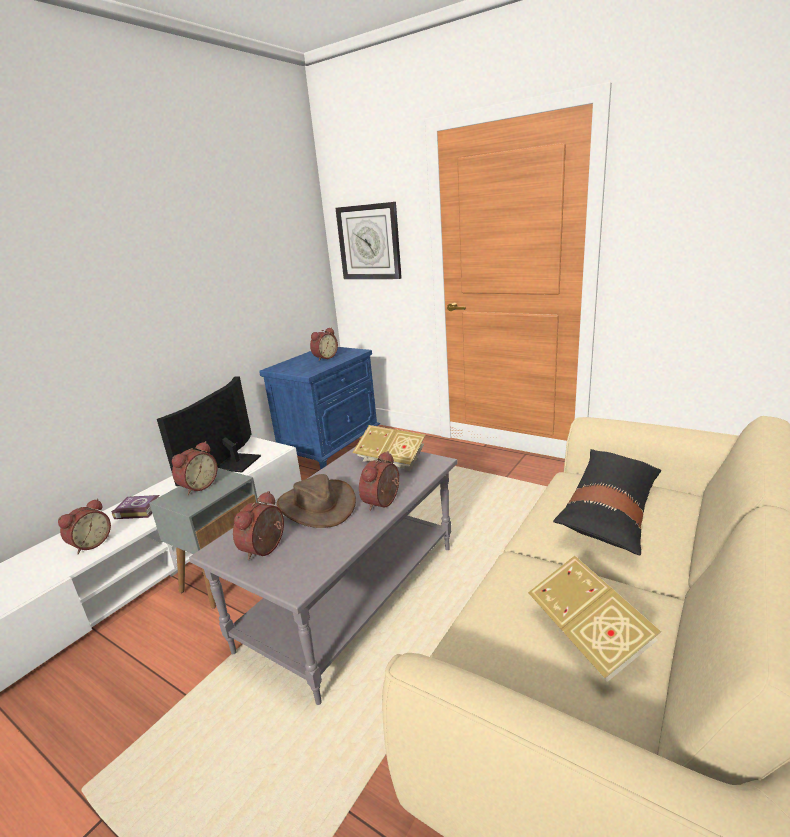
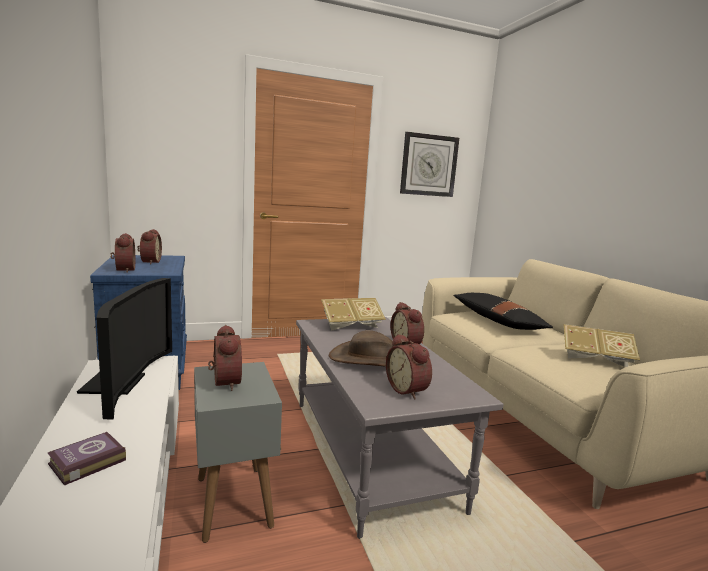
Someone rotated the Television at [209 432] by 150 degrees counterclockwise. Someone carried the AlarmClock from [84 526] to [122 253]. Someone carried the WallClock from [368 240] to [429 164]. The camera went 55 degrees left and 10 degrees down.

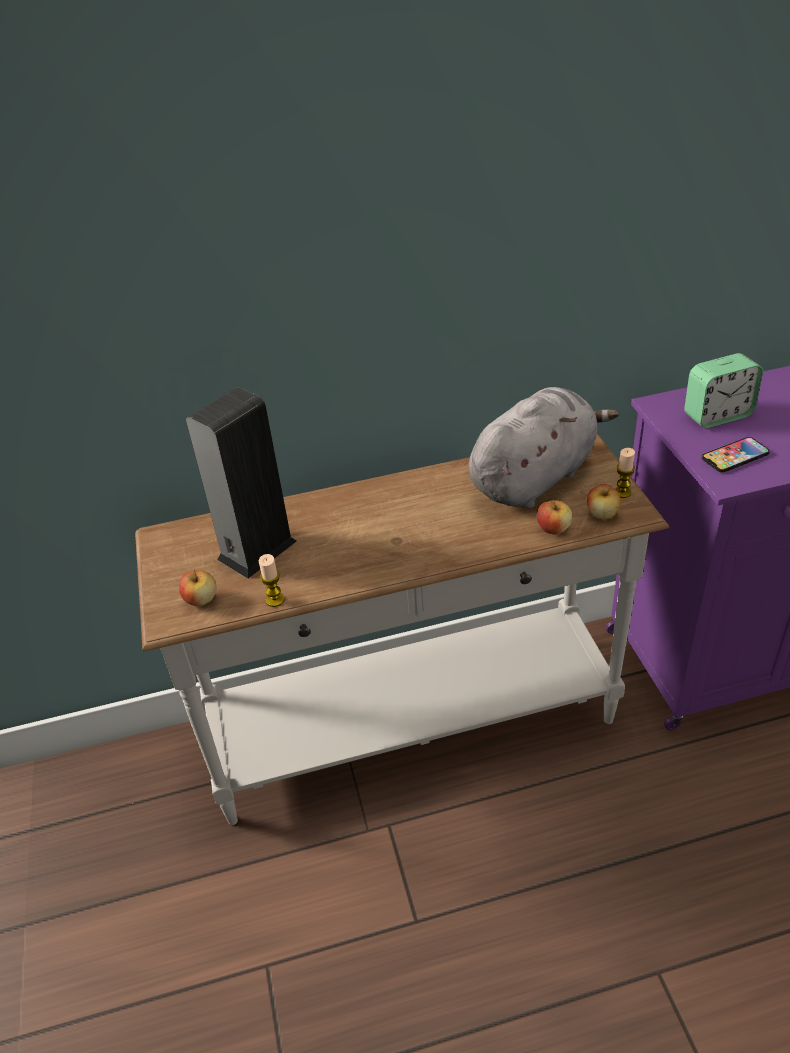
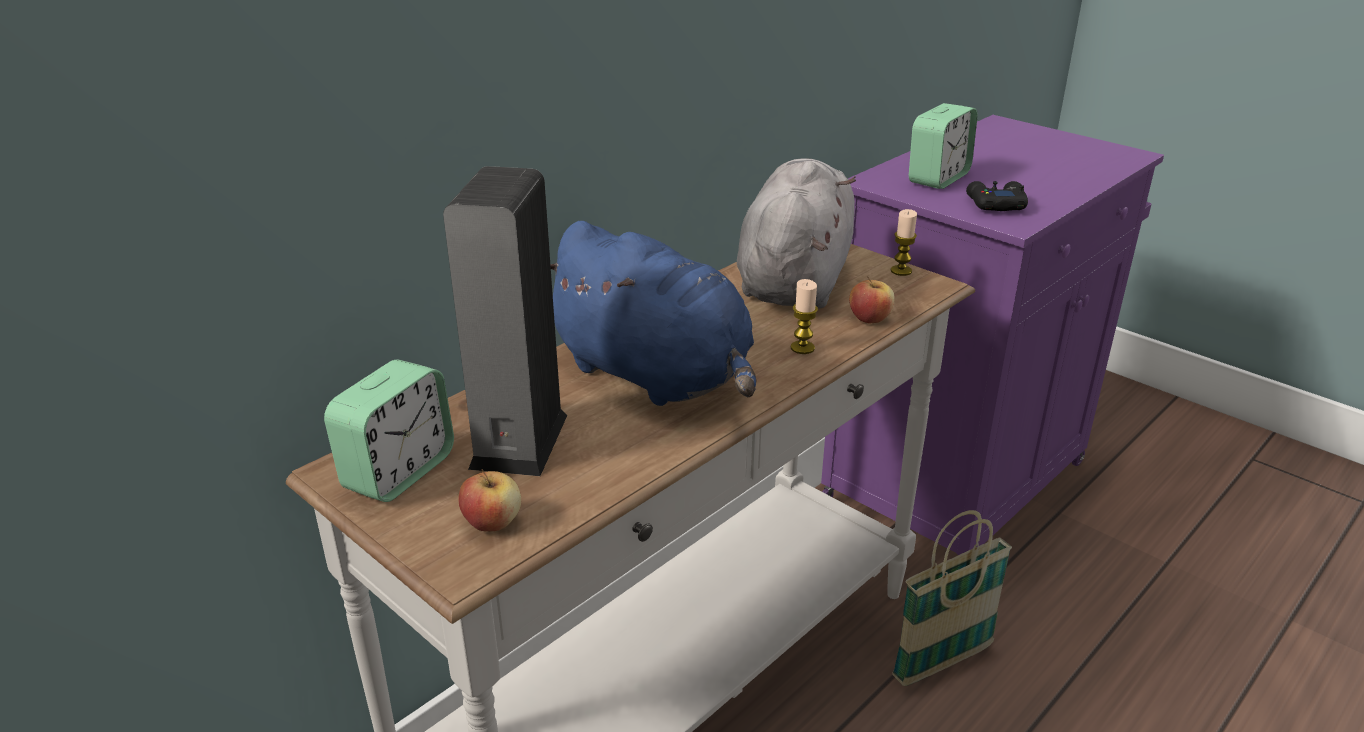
Someone put down the AlarmClock at [389 430]. Someone put down the BluePlushToy at [653 313]. Someone carried the Candle from [272 580] to [804 316]. Someone put down the Basket at [952 598]. Someone swapped the Phone at [736 455] for the BlackGameController at [997 196]. Someone took away the Apple at [604 502]. The camera went 35 degrees left and 10 degrees down.

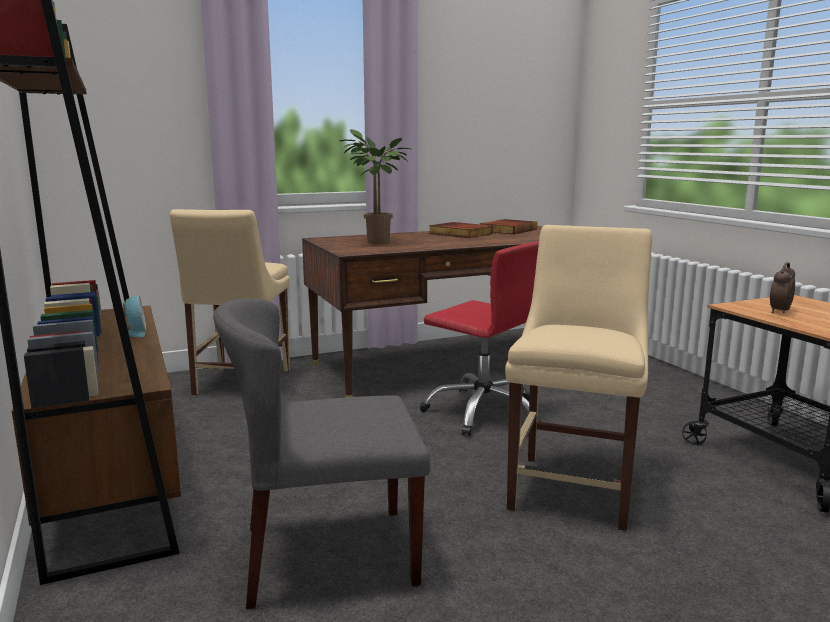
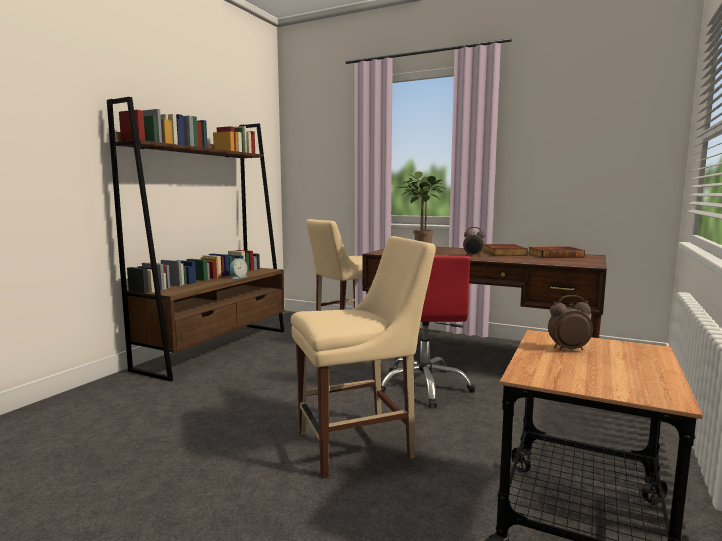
Someone put down the AlarmClock at [474 241]. Someone took away the GreyChair at [321 454]. The camera went 50 degrees right and 5 degrees down.

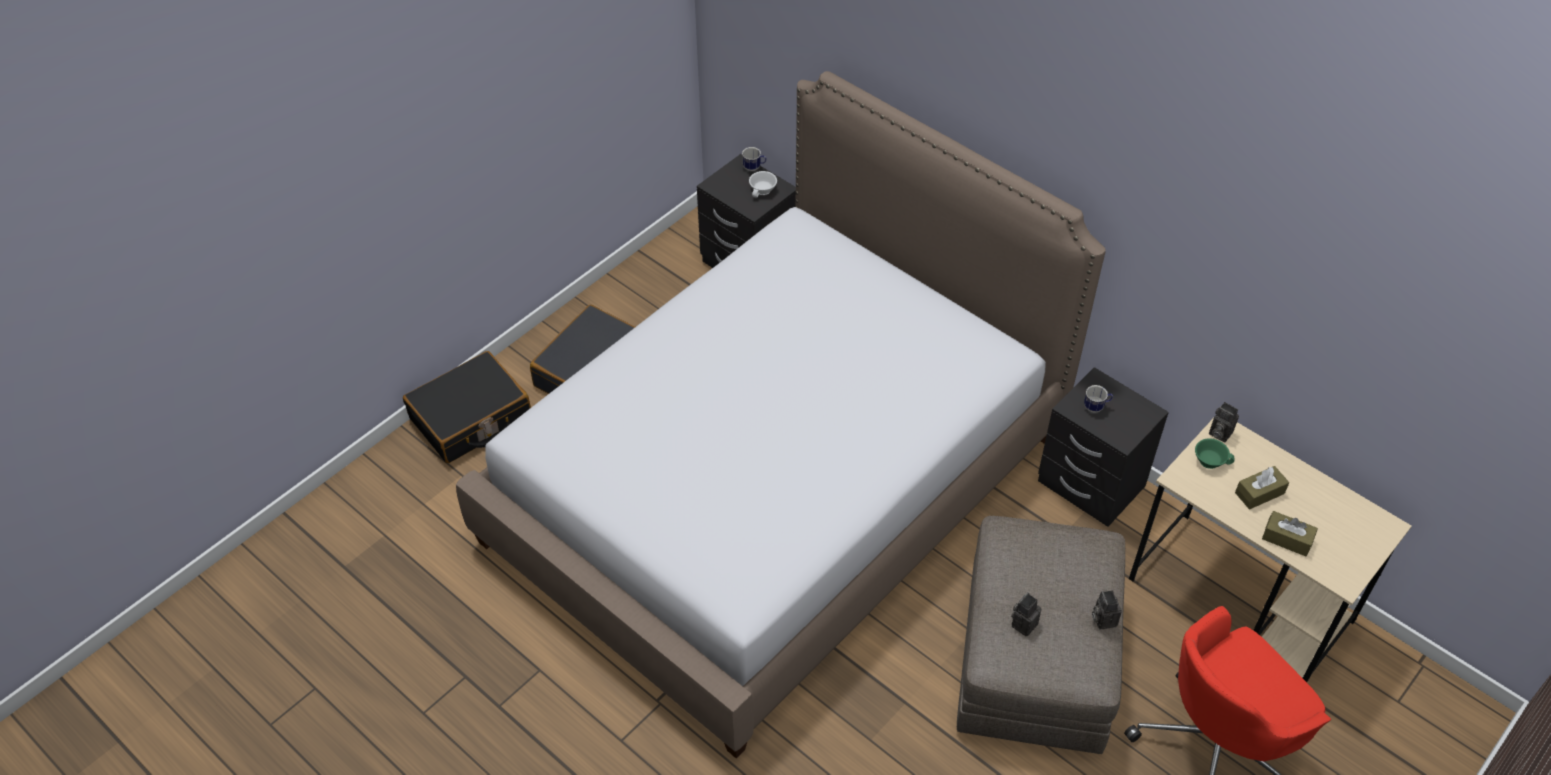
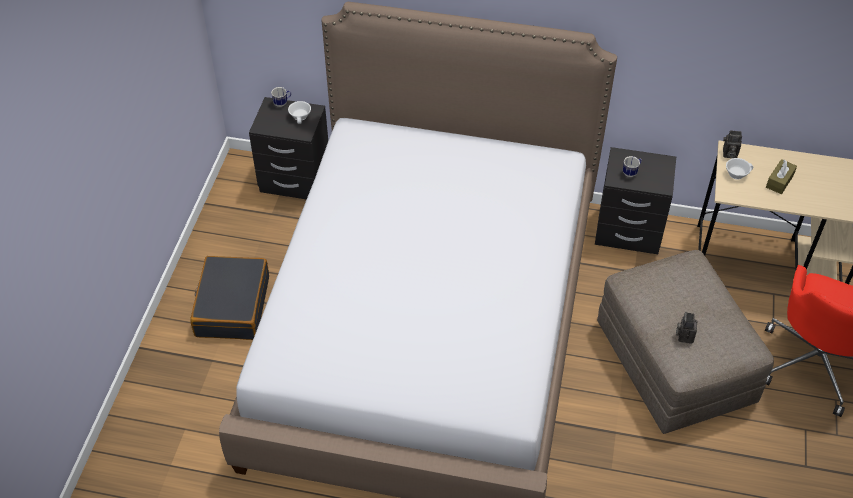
Someone repainted the GreenCup at [1214 453], which became the WhiteCup at [739 168]. Someone took away the BlackSuitcase at [467 407]. Someone took away the PhotoCamera at [1107 610]. Someone took away the BrownTissueBox at [1290 533]. The camera went 30 degrees left and 0 degrees up.

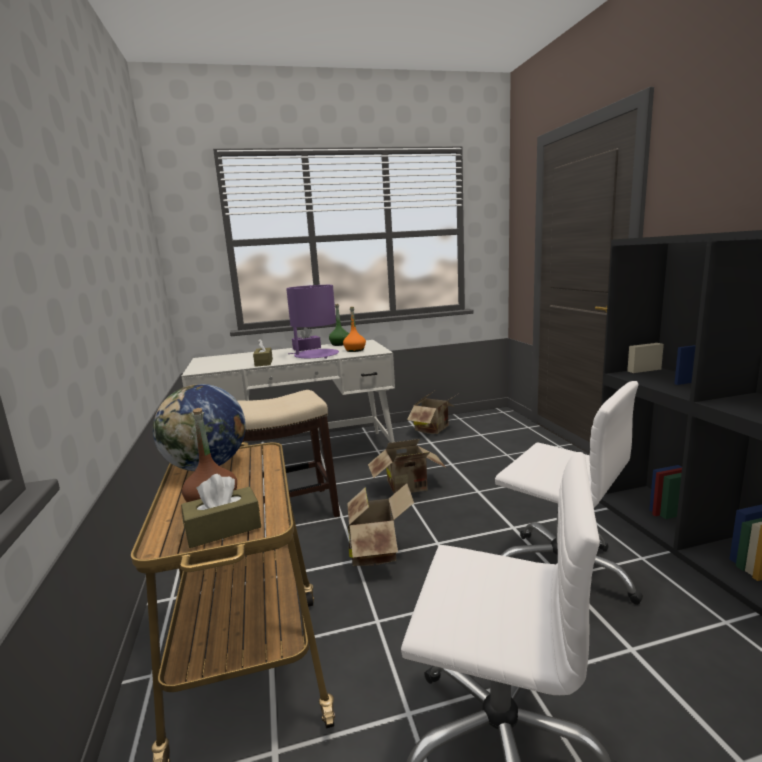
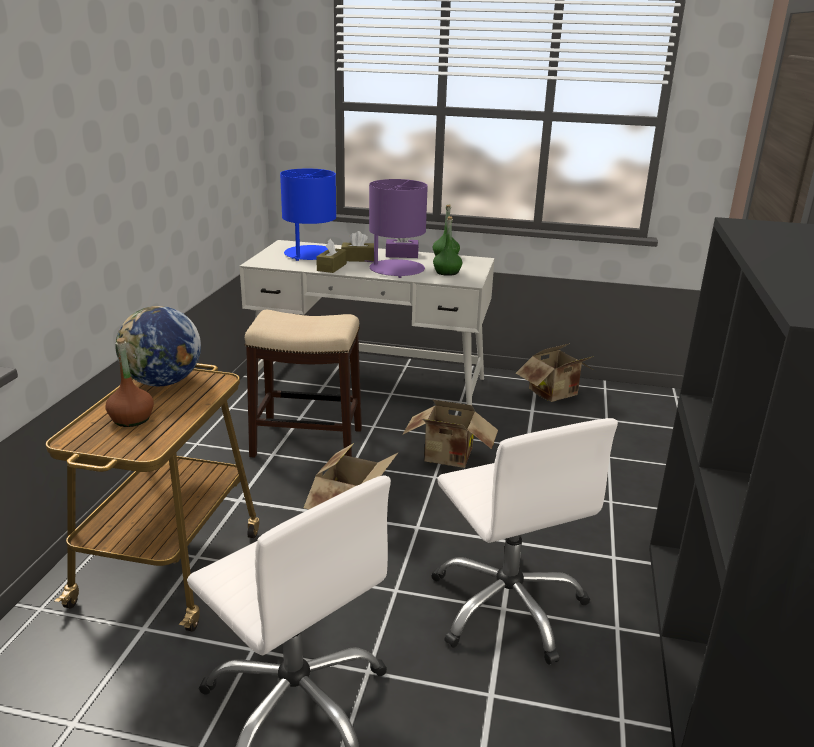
Someone put down the BlueTableLamp at [308 215]. Someone carried the BrownTissueBox from [221 511] to [357 246]. Someone repainted the OrangeBottle at [354 329], which became the GreenBottle at [447 246]. The camera went 25 degrees right and 10 degrees up.

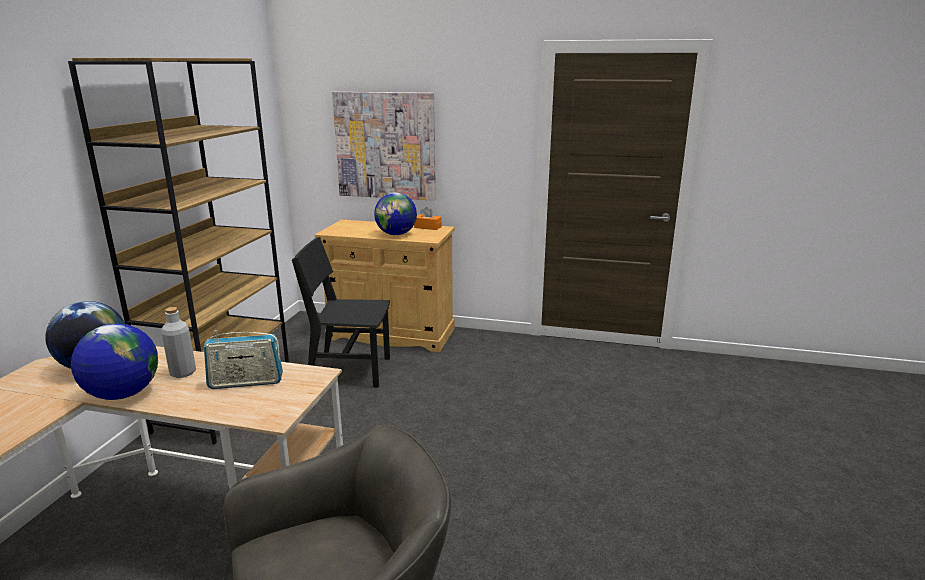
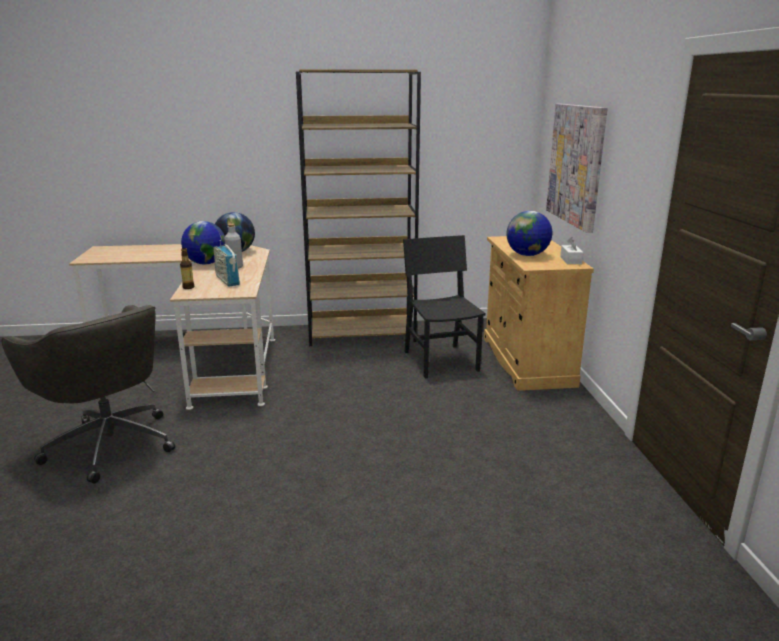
Someone put down the Bottle at [187 268]. Someone repainted the OrangeTissueBox at [428 218], which became the WhiteTissueBox at [572 250]. The camera went 70 degrees right and 0 degrees up.

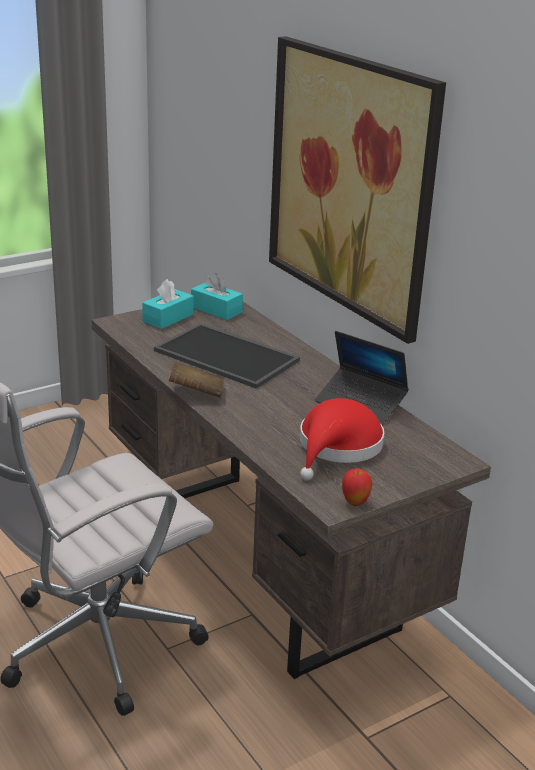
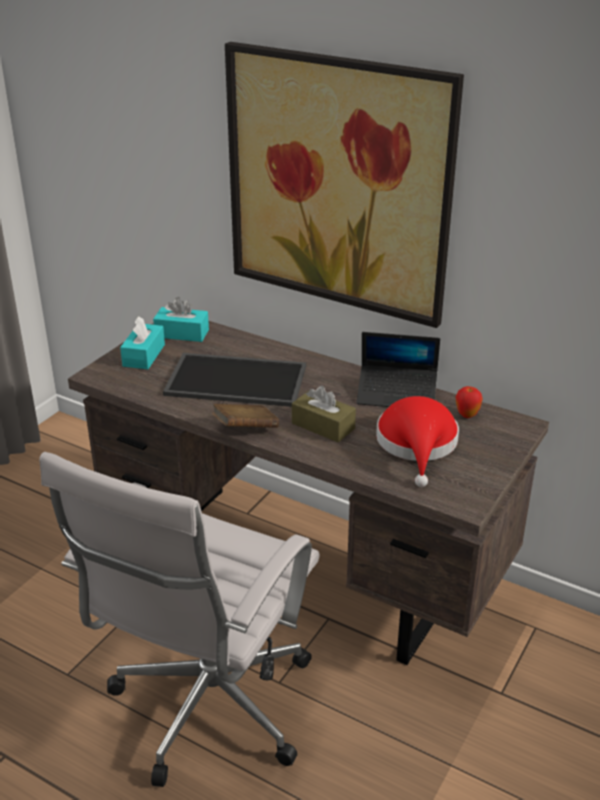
Someone put down the BrownTissueBox at [324 414]. Someone carried the Apple from [357 487] to [469 402]. The camera went 25 degrees left and 5 degrees up.

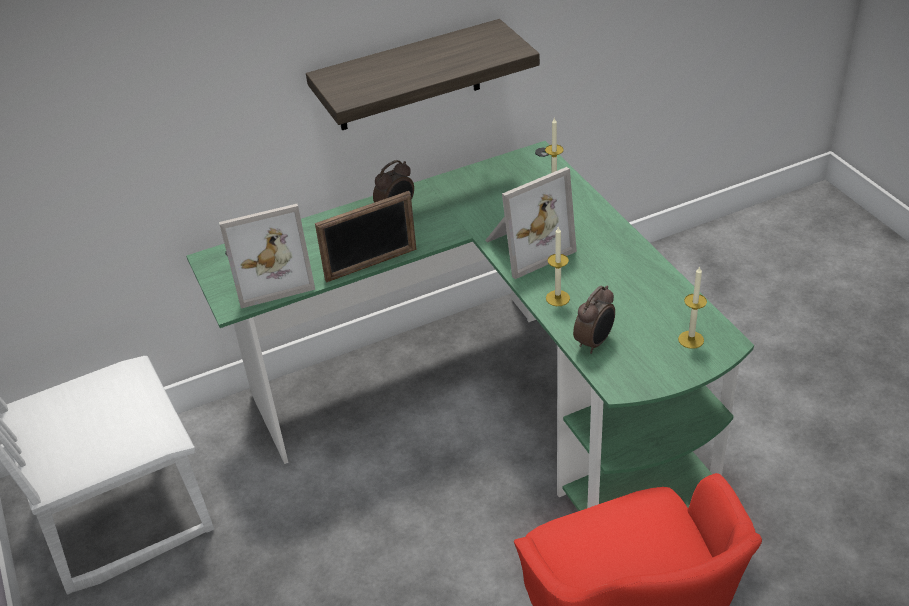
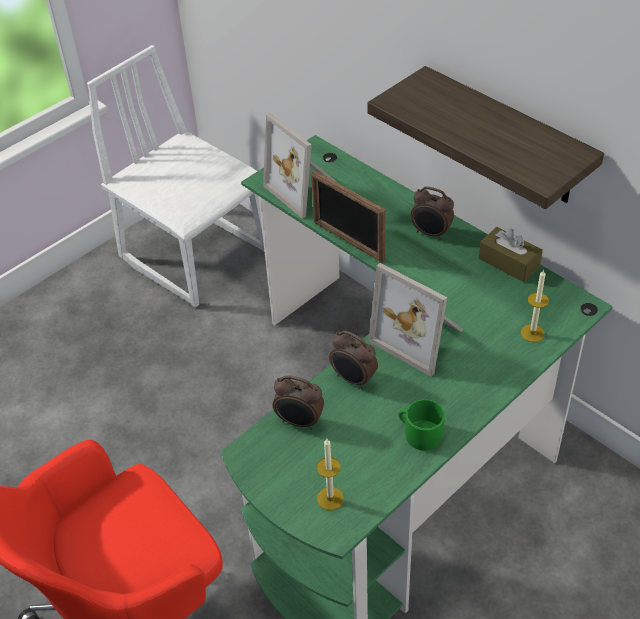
Someone swapped the Candle at [558 266] for the AlarmClock at [353 360]. Someone put down the GreenMug at [421 425]. Someone put down the BrownTissueBox at [511 254]. The camera went 70 degrees right and 5 degrees up.

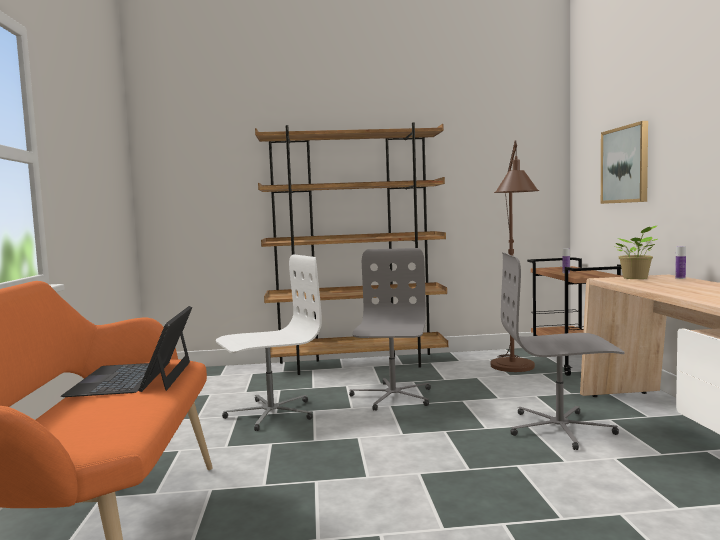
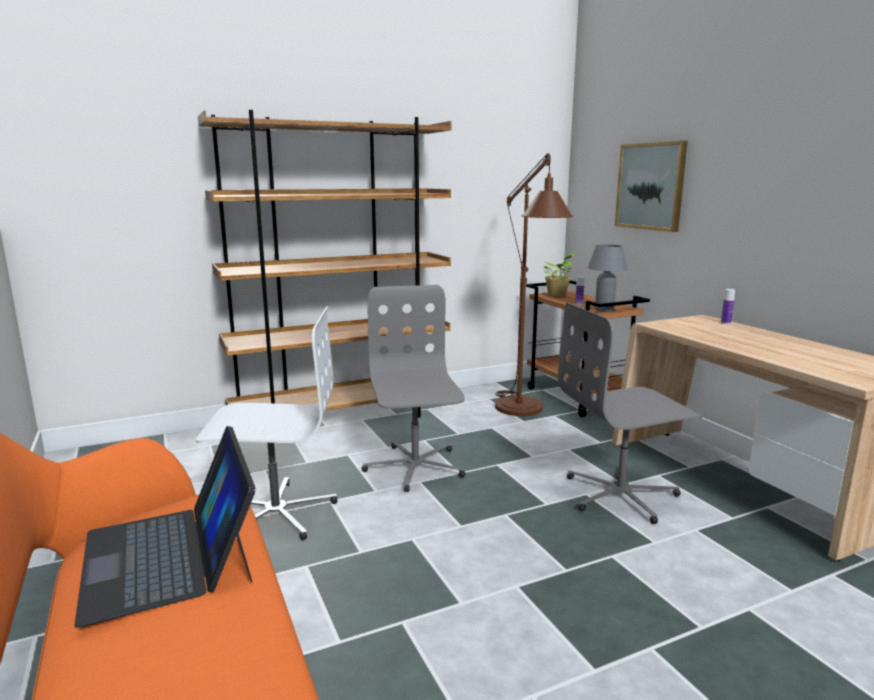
Someone rotated the WhiteOfficeChair at [269 342] by 45 degrees clockwise. Someone carried the PottedPlant from [636 252] to [559 275]. Someone put down the GreyTableLamp at [607 278]. The camera went 20 degrees left and 10 degrees up.

